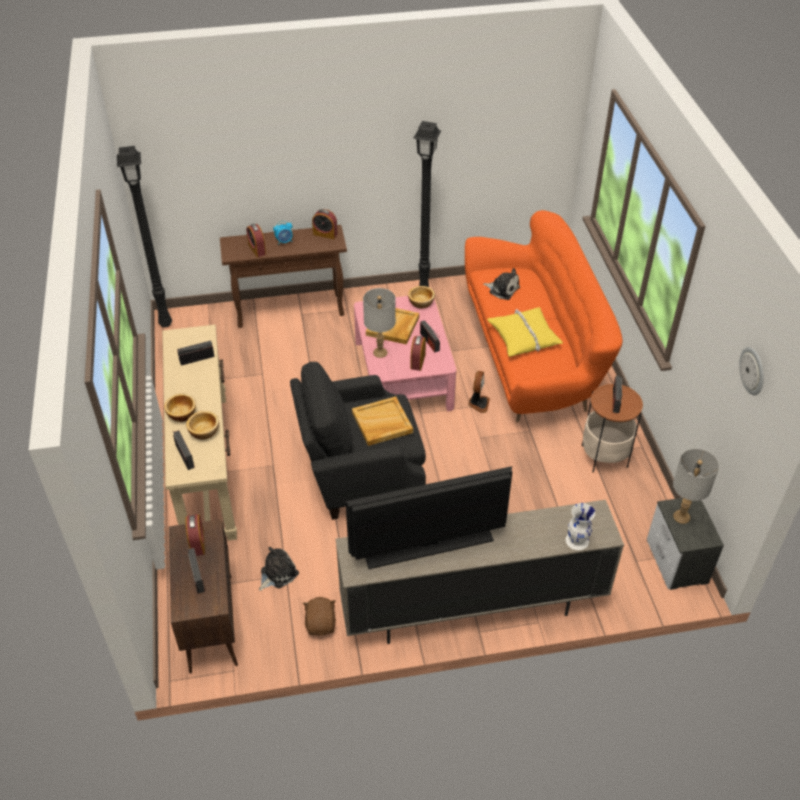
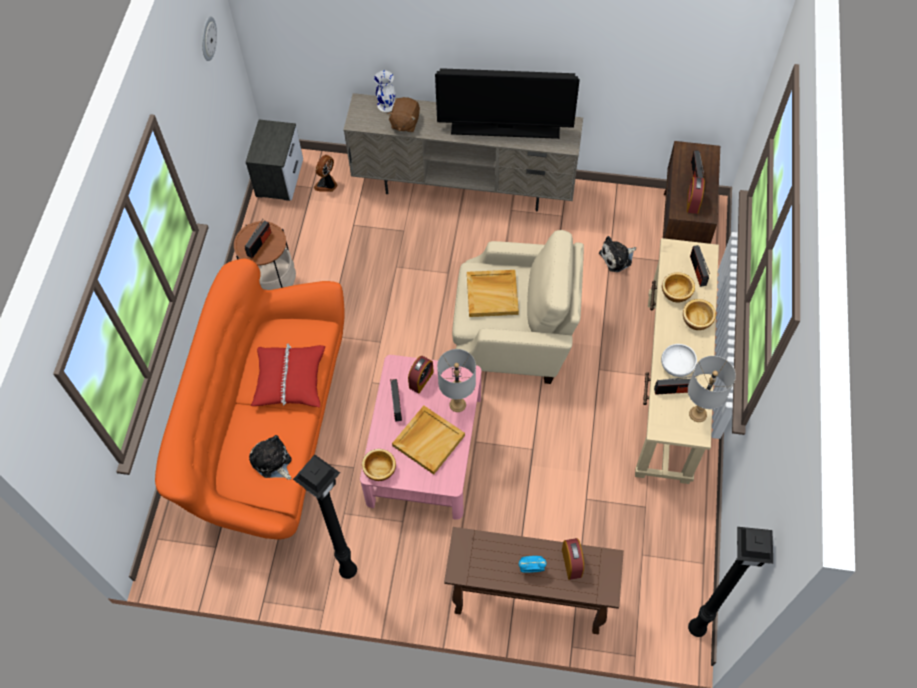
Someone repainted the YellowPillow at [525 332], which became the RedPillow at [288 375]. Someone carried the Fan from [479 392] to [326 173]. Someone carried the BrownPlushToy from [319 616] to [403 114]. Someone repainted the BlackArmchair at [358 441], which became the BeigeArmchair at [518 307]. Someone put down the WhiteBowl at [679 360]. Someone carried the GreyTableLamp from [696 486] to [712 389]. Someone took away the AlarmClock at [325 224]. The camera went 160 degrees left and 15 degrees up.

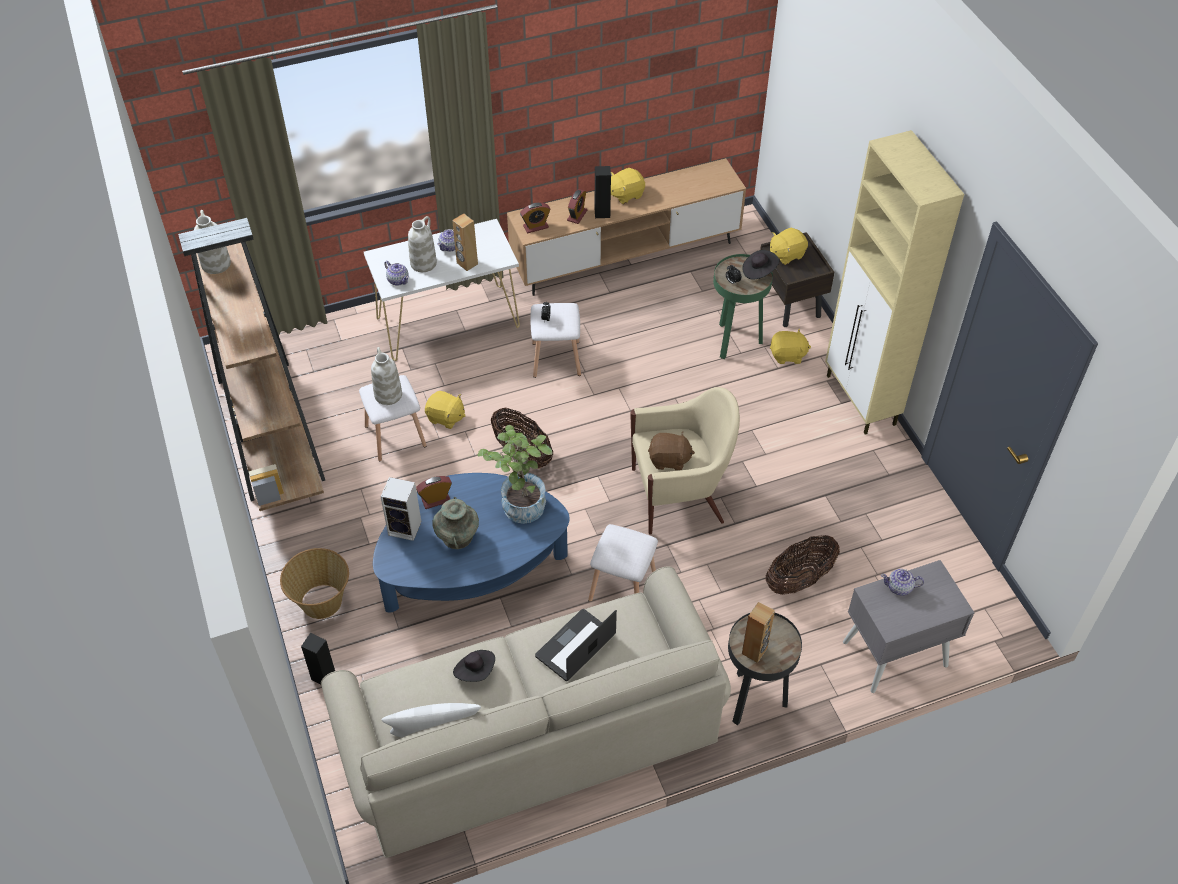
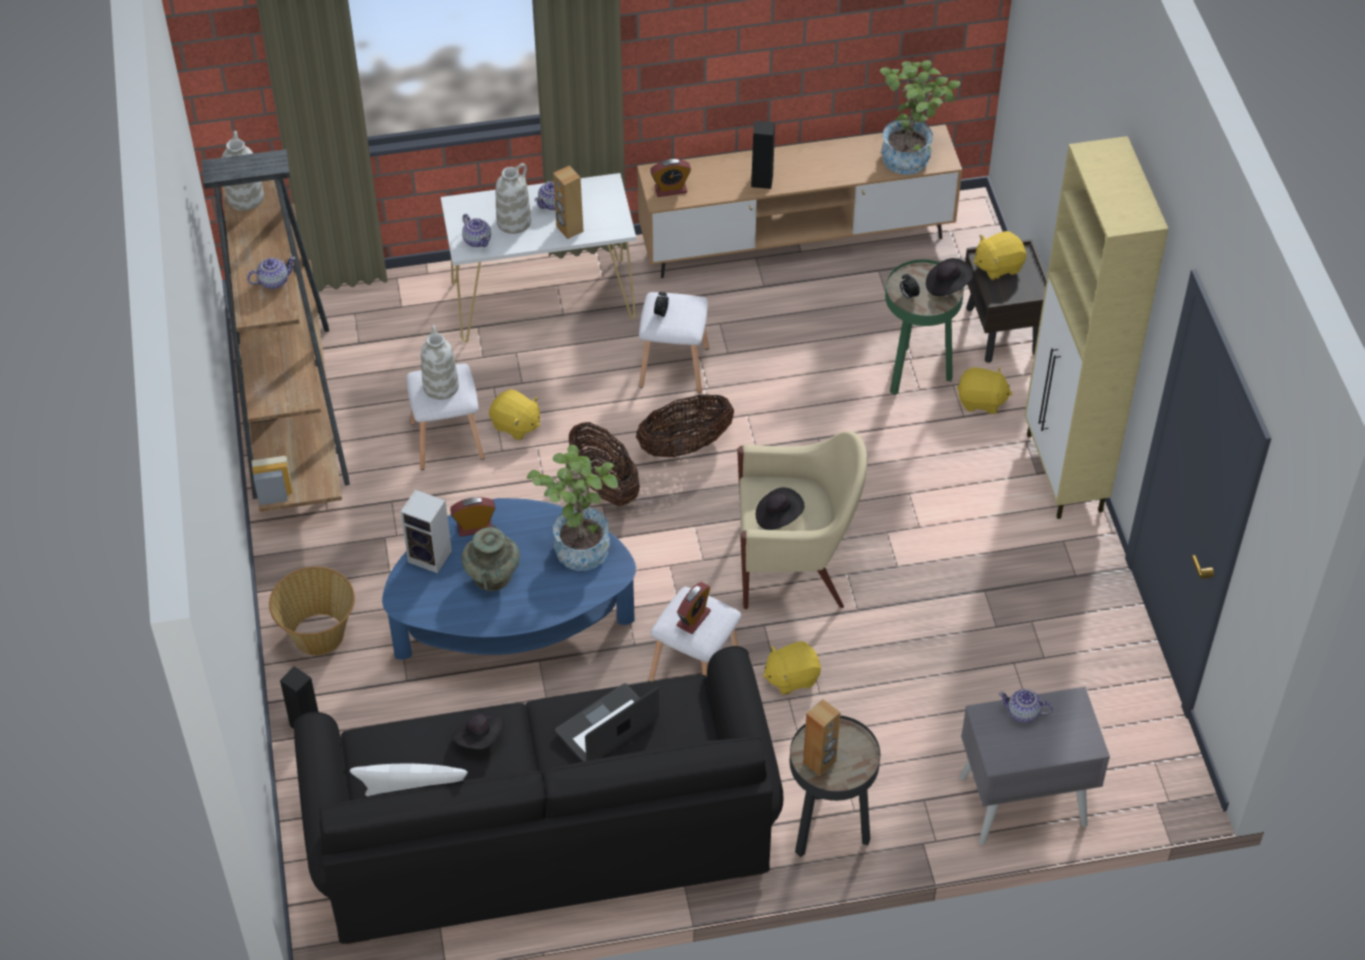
Someone put down the Teapot at [271 272]. Someone repainted the BeigeSofa at [526 712], which became the BlackSofa at [538 795]. Someone carried the Basket from [803 565] to [685 425]. Someone carried the AlarmClock from [577 206] to [694 608]. Someone swapped the BrownPlushToy at [671 451] for the BlackHat at [780 508]. Someone carried the YellowPlushToy from [628 186] to [792 668]. Someone put down the PottedPlant at [920 117]. The camera went 10 degrees right and 0 degrees up.

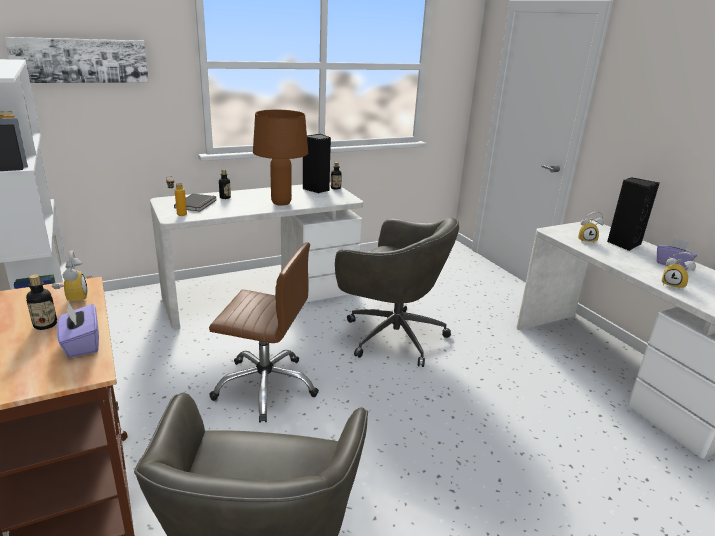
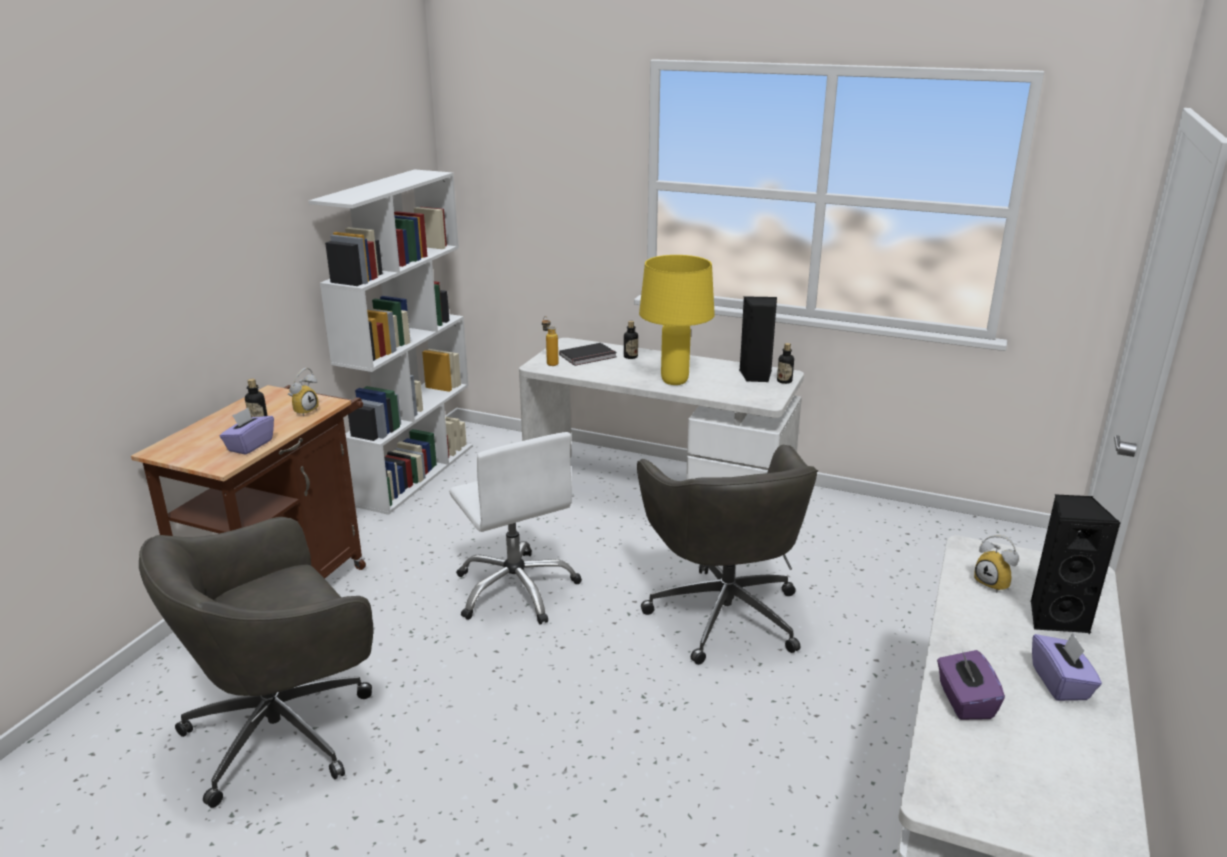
Someone repainted the BrownOfficeChair at [264 333], which became the WhiteOfficeChair at [515 528]. Someone repainted the BrownTableLamp at [280 158], which became the YellowTableLamp at [677 320]. Someone swapped the AlarmClock at [679 270] for the PurpleTissueBox at [971 685]. Someone took away the Picture at [77 60]. The camera went 50 degrees right and 0 degrees up.

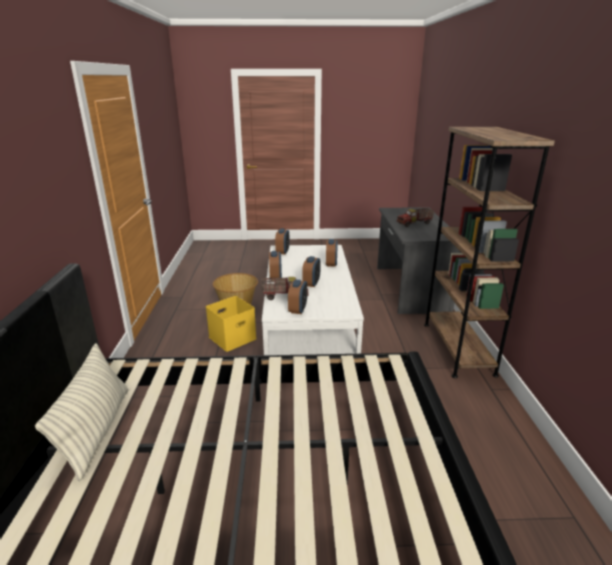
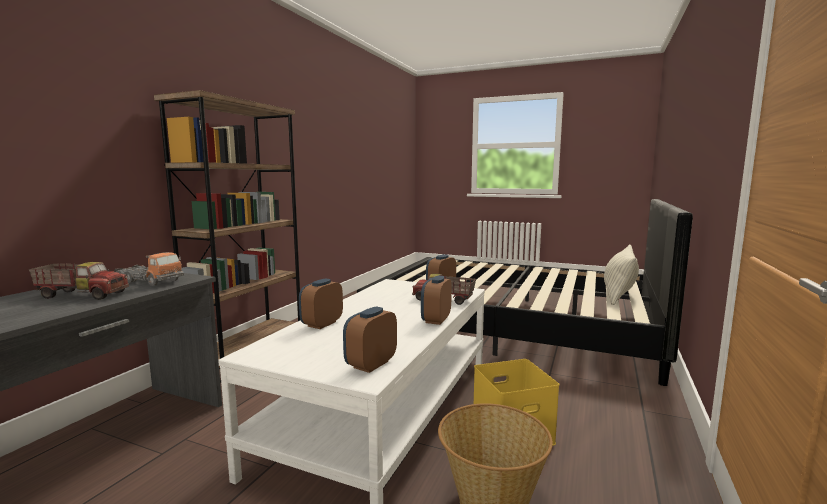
Someone put down the ToyTruck at [149 269]. Someone took away the AlarmClock at [311 271]. The camera went 155 degrees left and 15 degrees down.

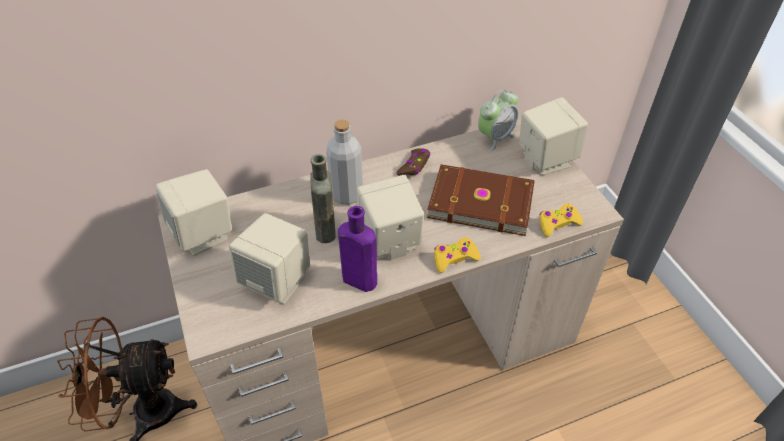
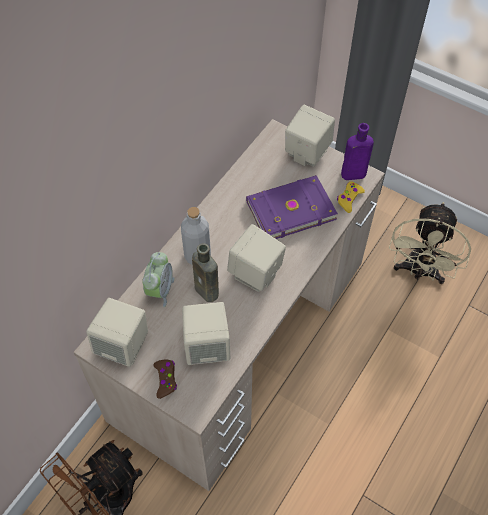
Someone carried the AlarmClock from [498 120] to [158 279]. Someone carried the BrownGameController from [413 162] to [165 379]. Someone repainted the BrownBook at [481 200], which became the PurpleBook at [292 207]. Someone carried the PurpleBottle from [357 249] to [357 151]. Someone put down the BeigeFan at [430 243]. Someone took away the YellowGameController at [457 255]. The camera went 35 degrees left and 10 degrees up.

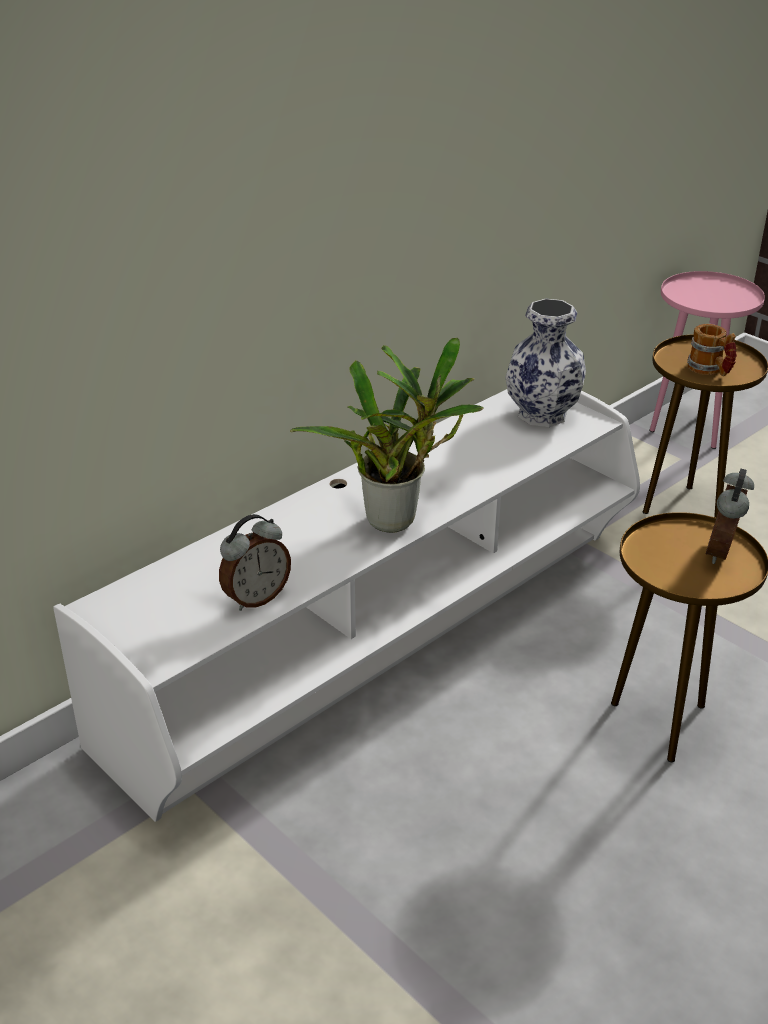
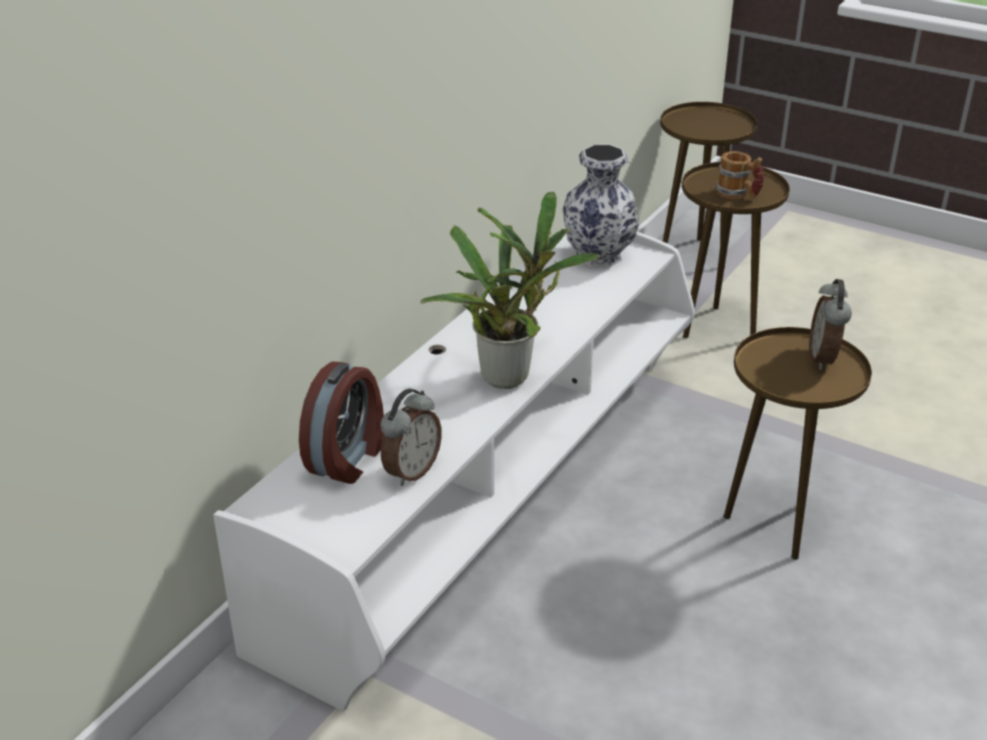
Someone put down the AlarmClock at [341 423]. Someone repainted the PinkSideTable at [707 360], which became the BrownSideTable at [708 173]. The camera went 15 degrees left and 0 degrees up.

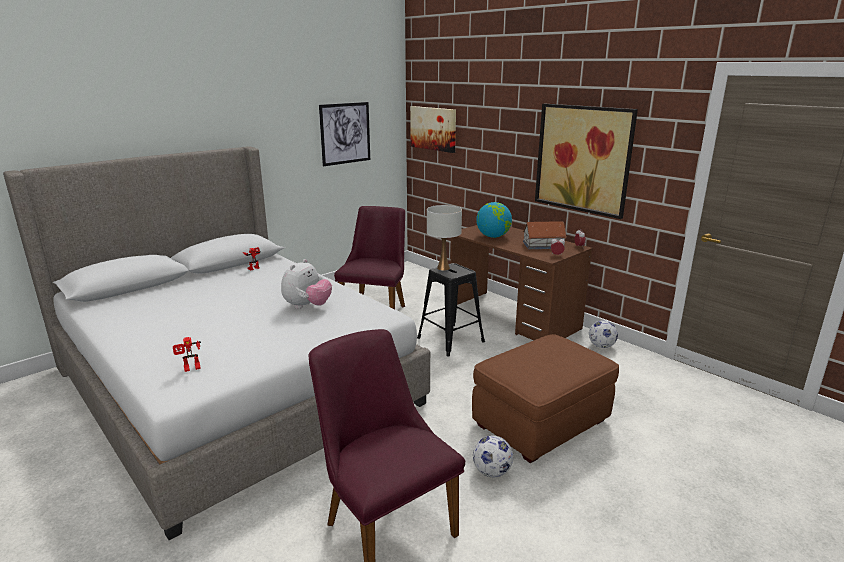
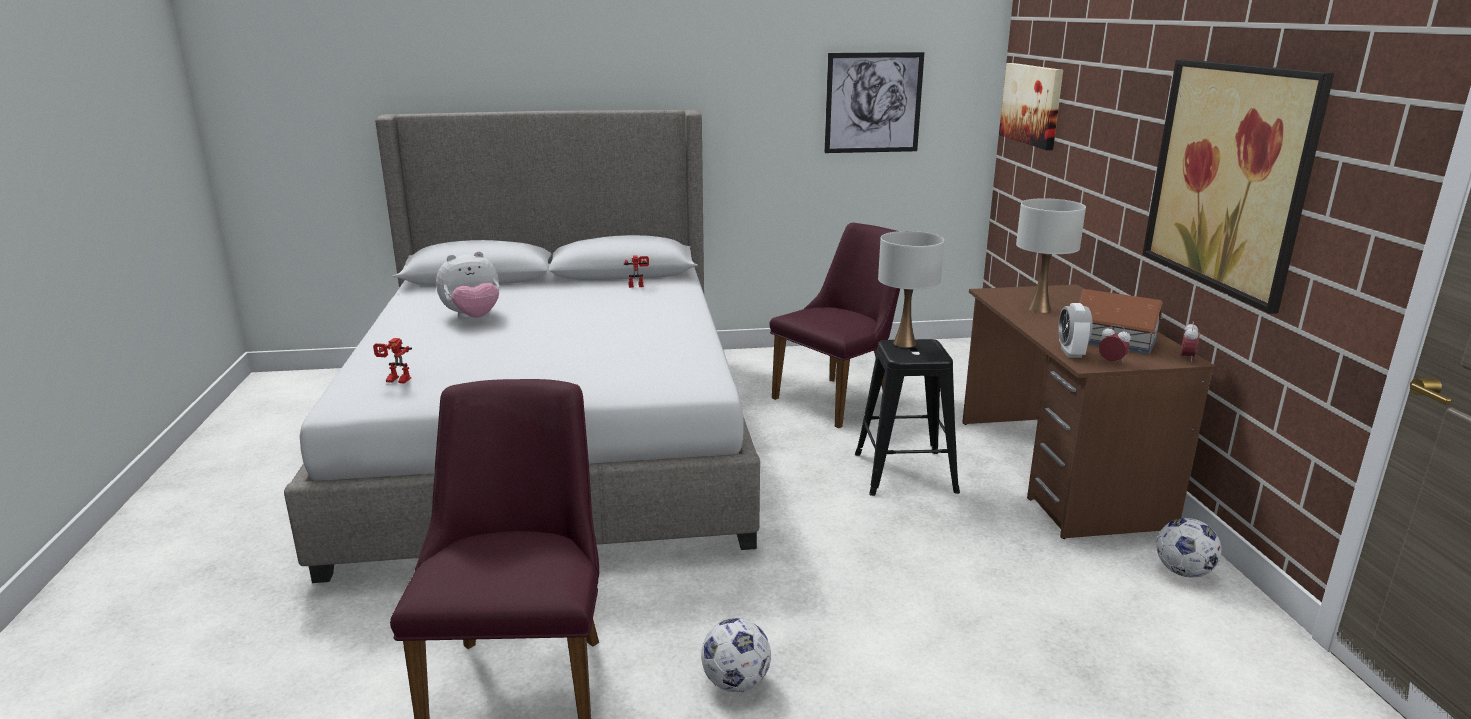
Someone carried the PlushToy from [306 284] to [467 284]. Someone swapped the Globe at [494 220] for the WhiteTableLamp at [1051 255]. Someone put down the AlarmClock at [1075 330]. Someone took away the BrownOttoman at [545 398]. The camera went 35 degrees right and 0 degrees up.

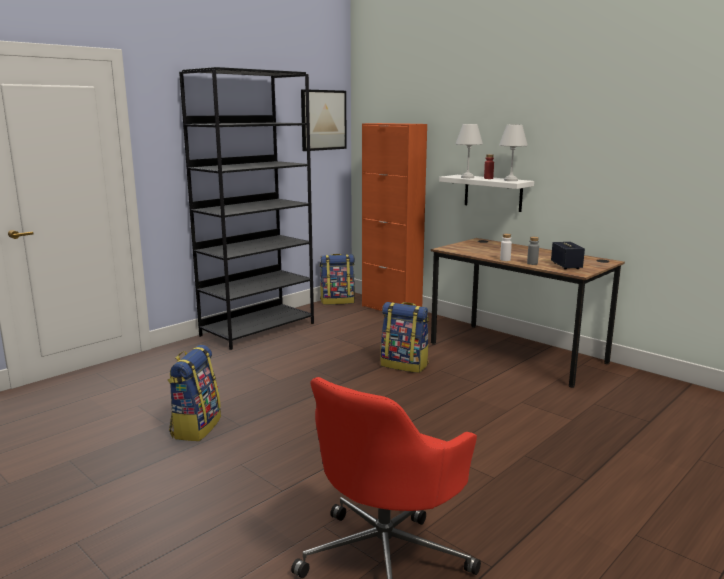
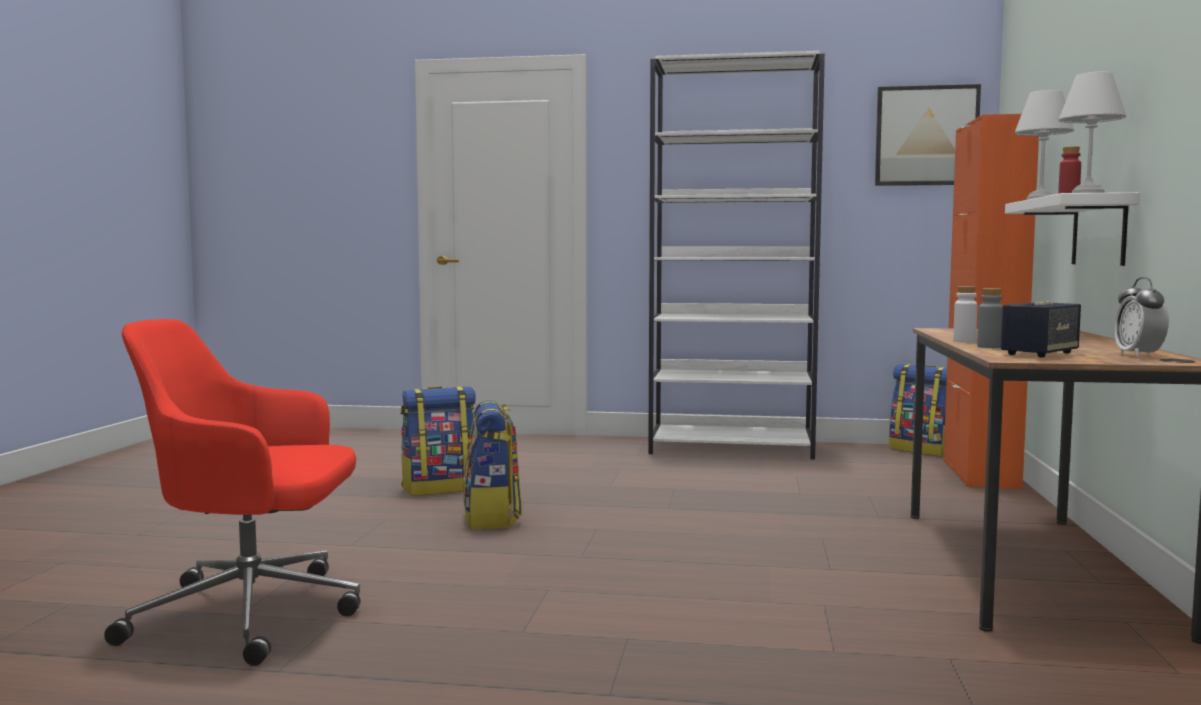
Someone carried the Backpack from [404 337] to [493 464]. Someone repainted the BlackBookcase at [246 208], which became the WhiteBookcase at [736 255]. Someone put down the AlarmClock at [1141 317]. The camera went 55 degrees right and 10 degrees down.

